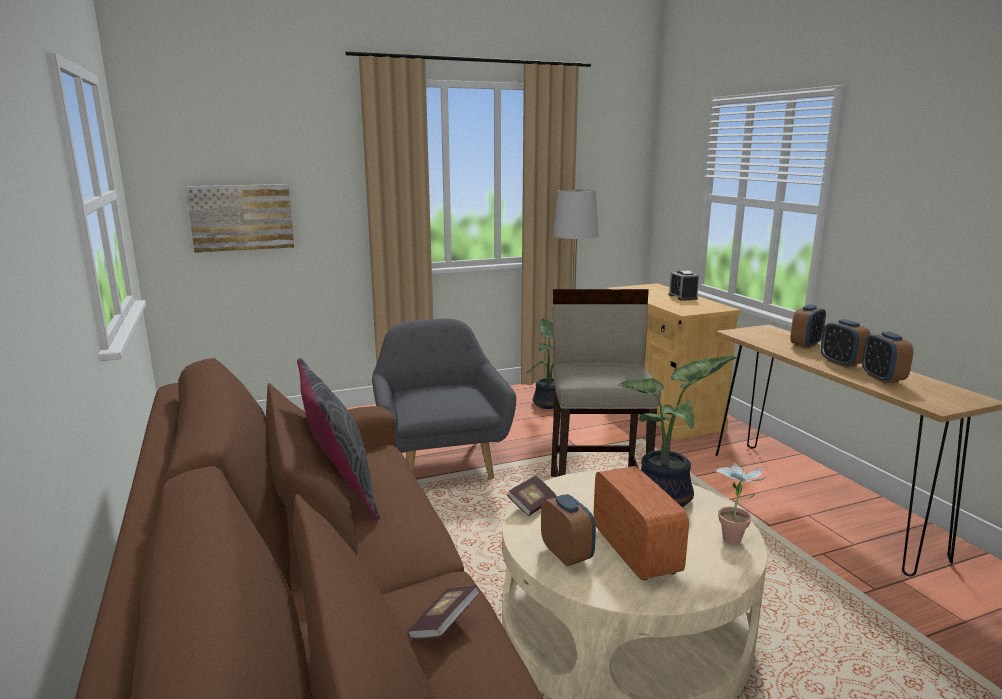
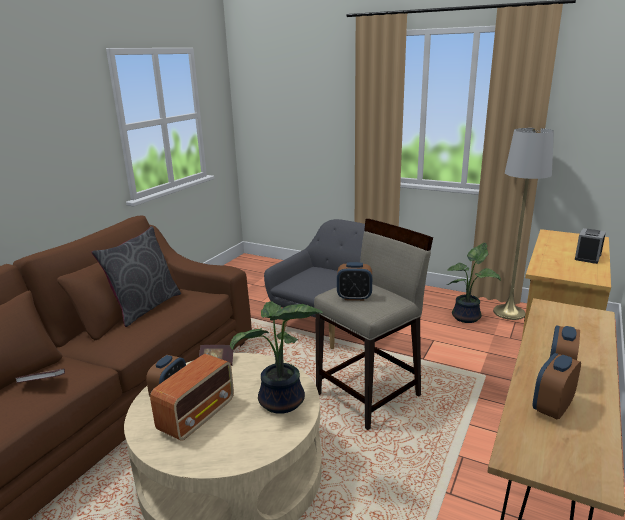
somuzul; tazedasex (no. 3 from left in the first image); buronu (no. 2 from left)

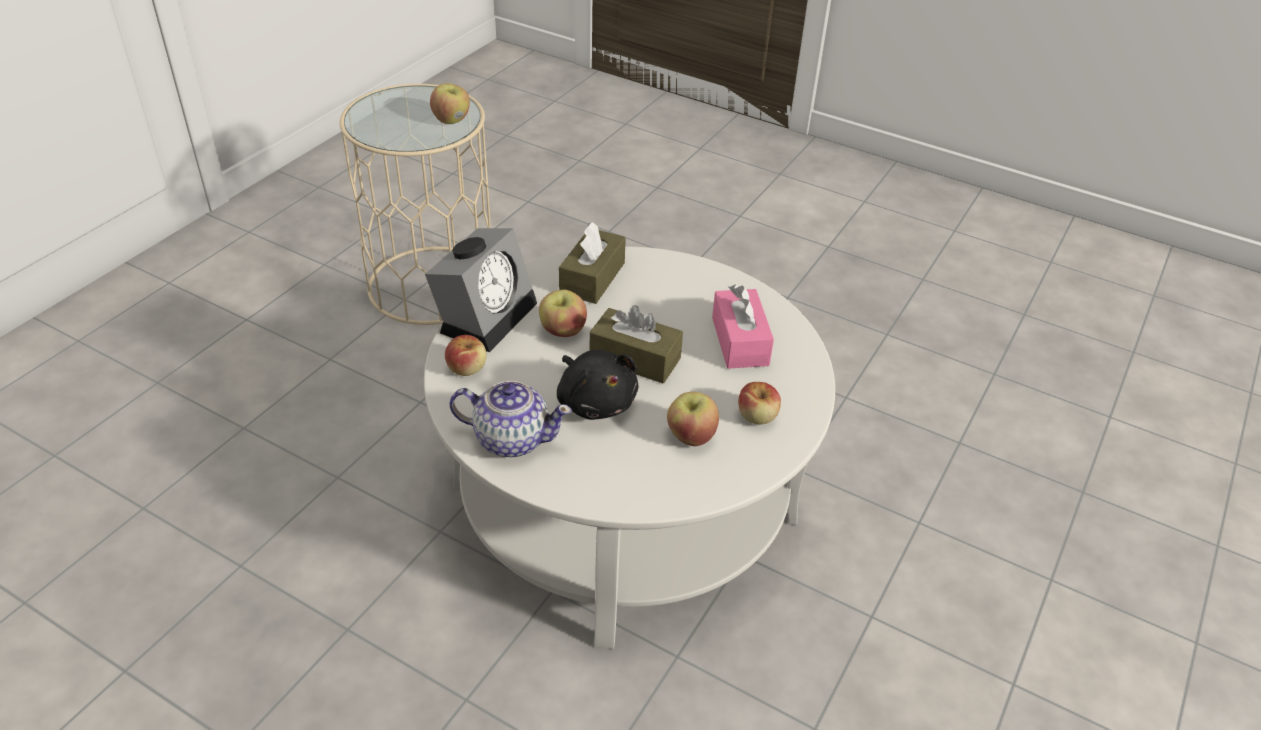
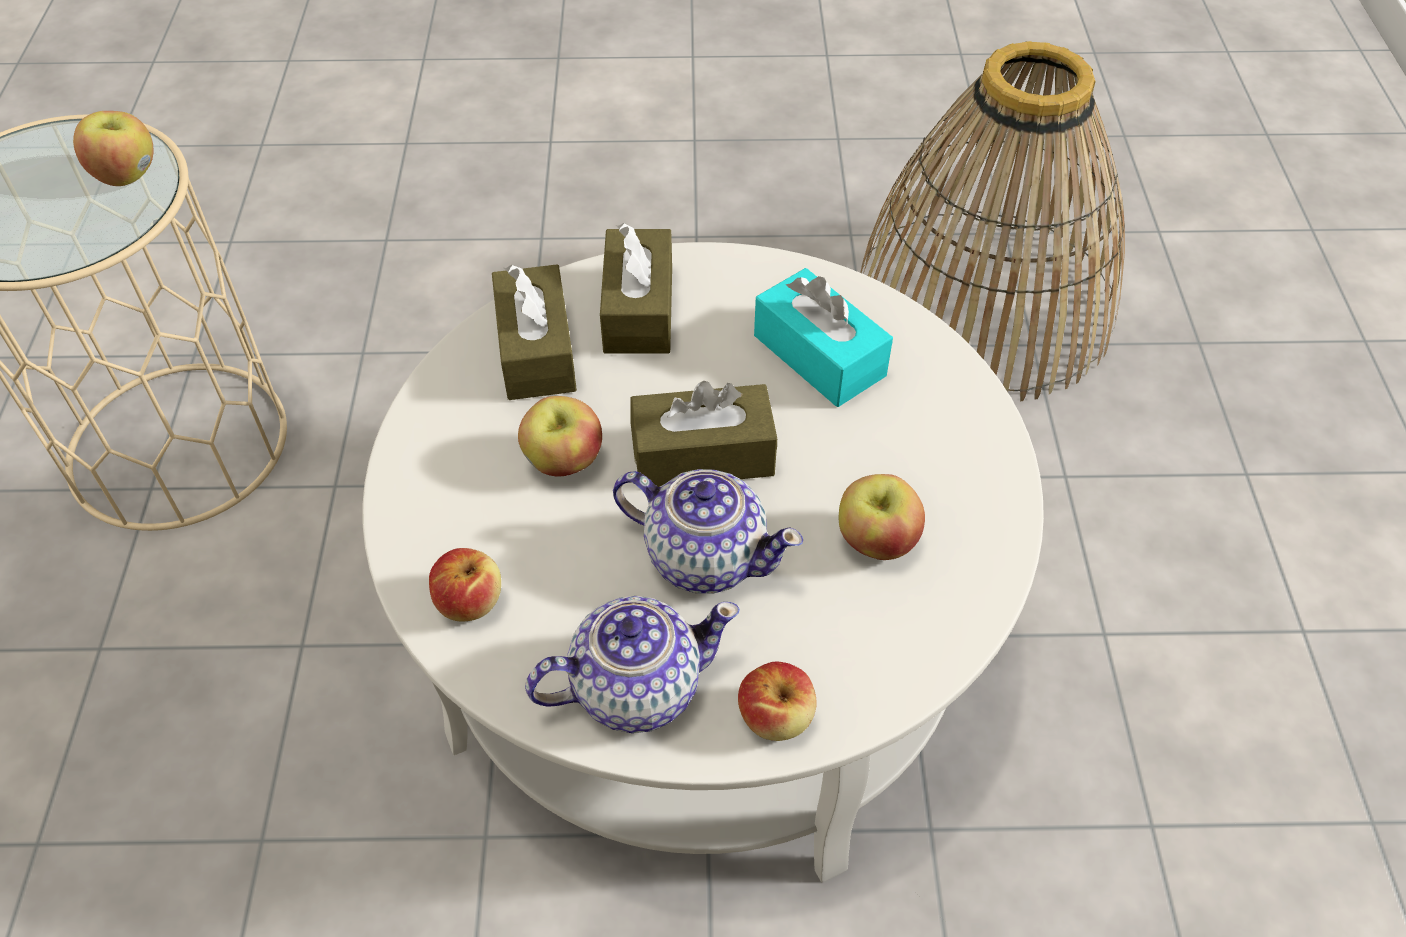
buronu; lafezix (no. 2 from left); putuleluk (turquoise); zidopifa (no. 4 from left); putuleluk (brown) (no. 2 from left); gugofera

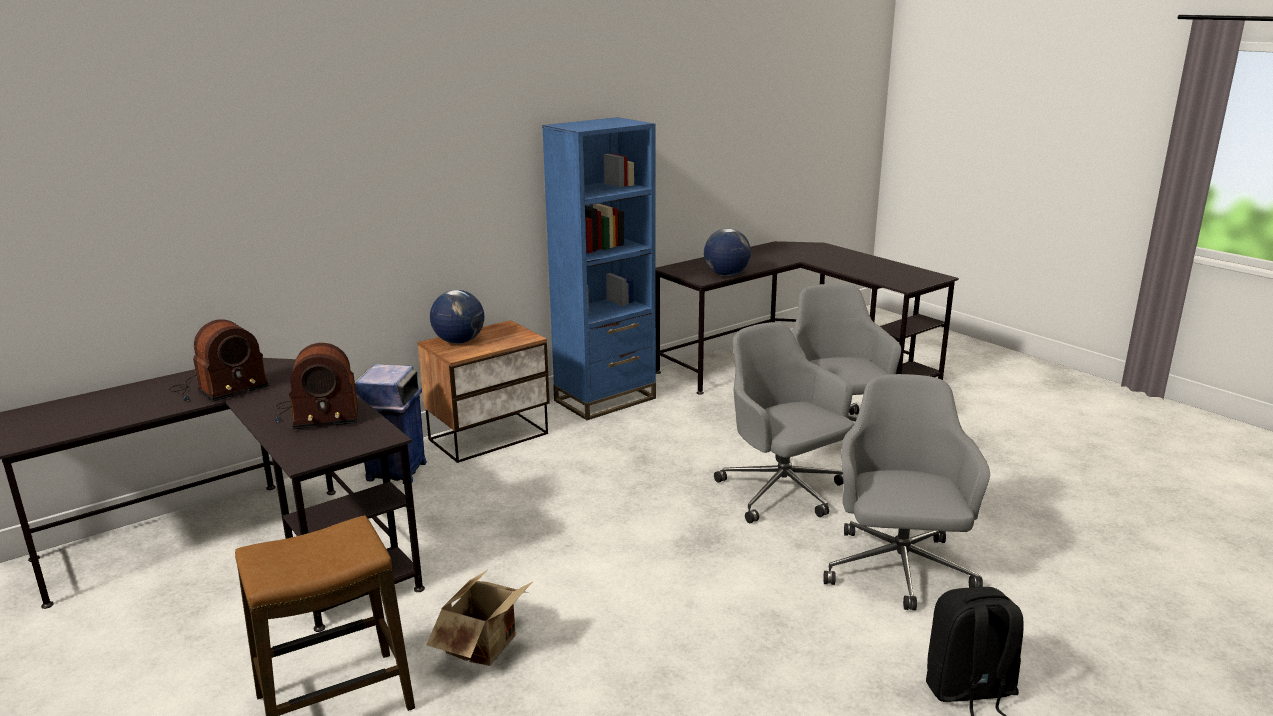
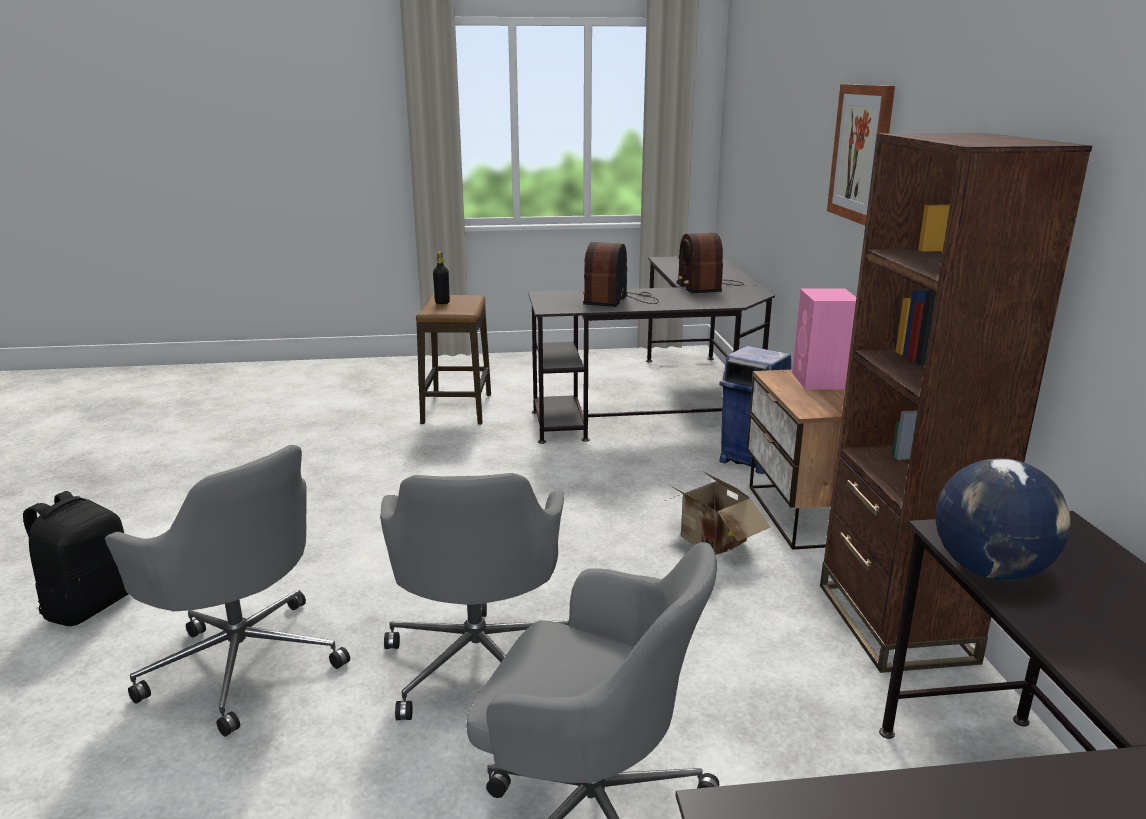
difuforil; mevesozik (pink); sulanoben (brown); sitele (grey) (no. 2 from left); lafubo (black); somuzul

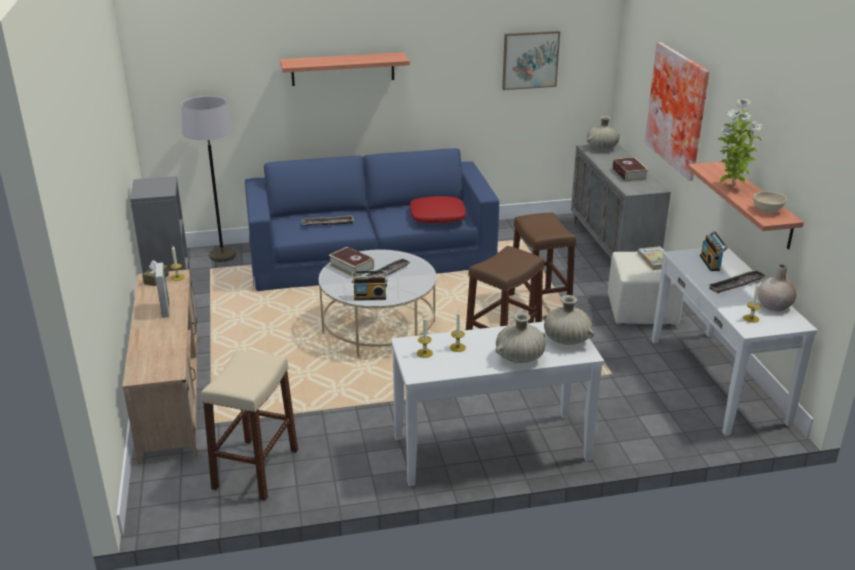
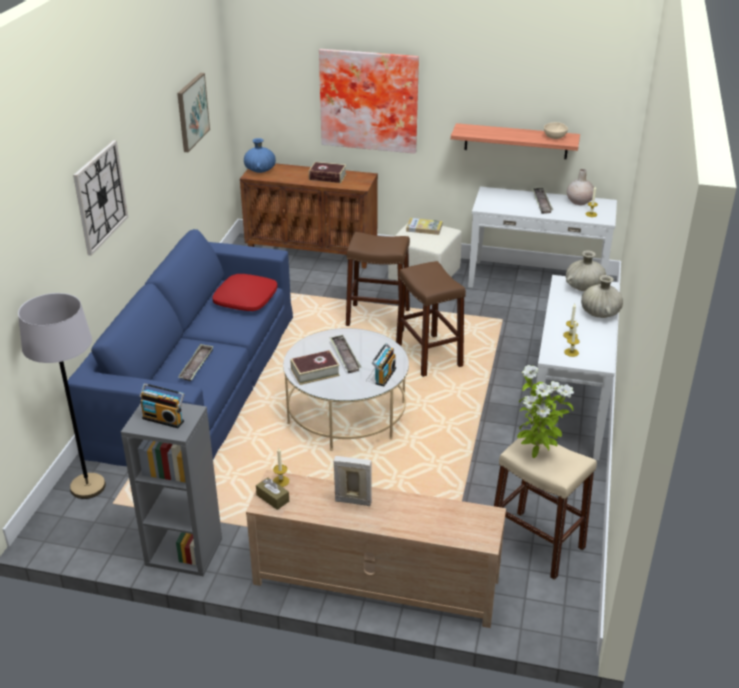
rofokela; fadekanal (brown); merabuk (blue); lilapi (no. 1 from left); tazedasex

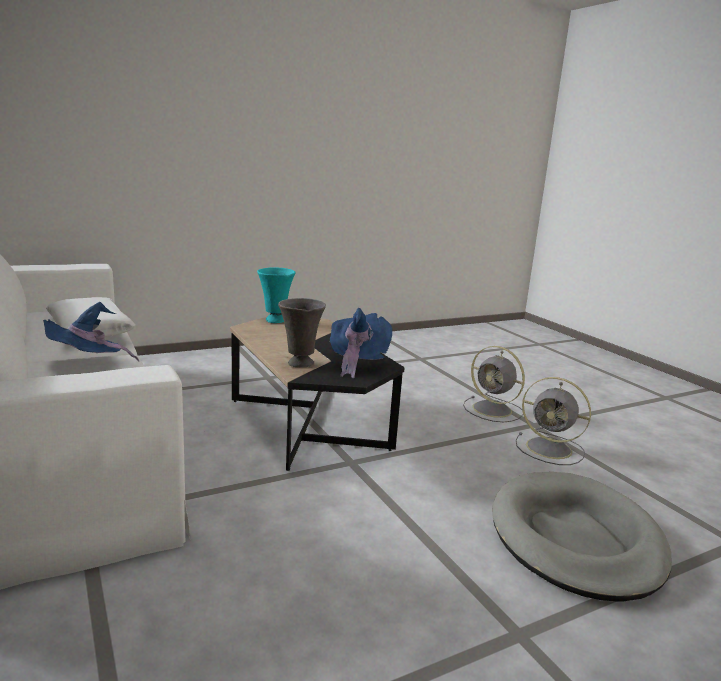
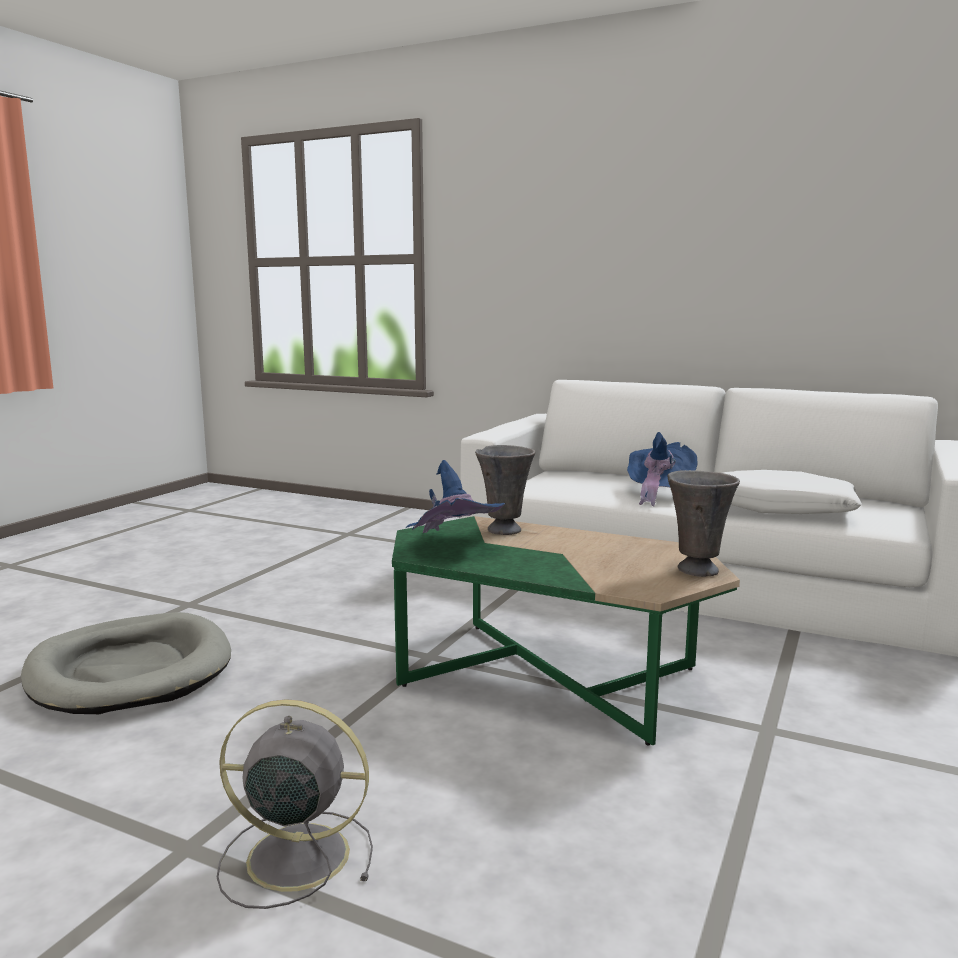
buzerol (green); merabuk (grey) (no. 2 from left); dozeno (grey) (no. 2 from left in the first image)

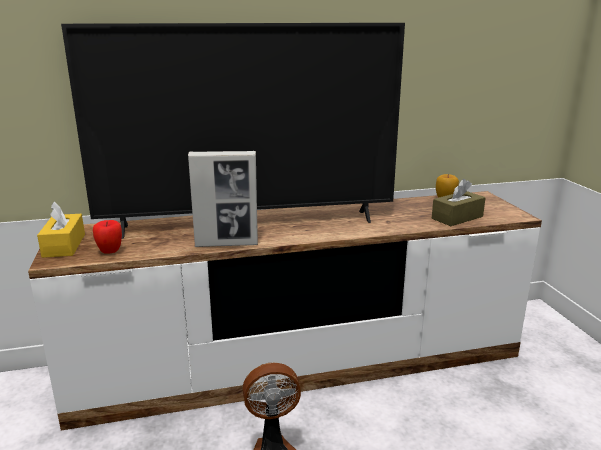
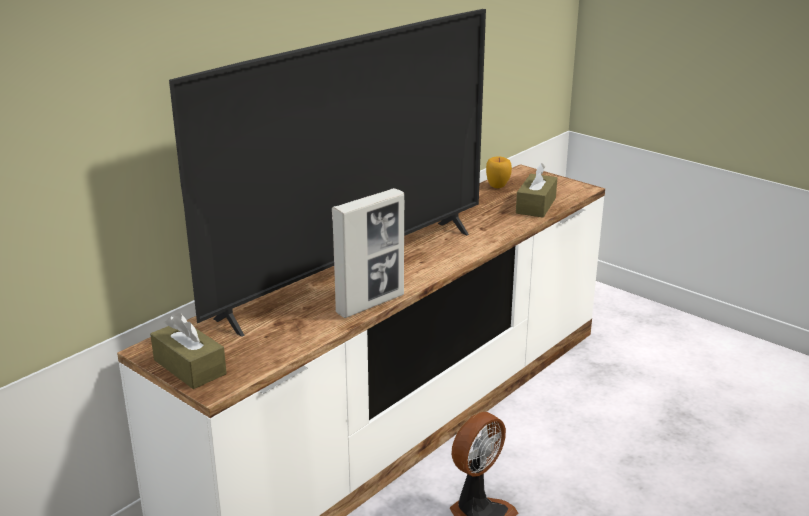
putuleluk (brown) (no. 1 from left); zidopifa (no. 1 from left in the first image)

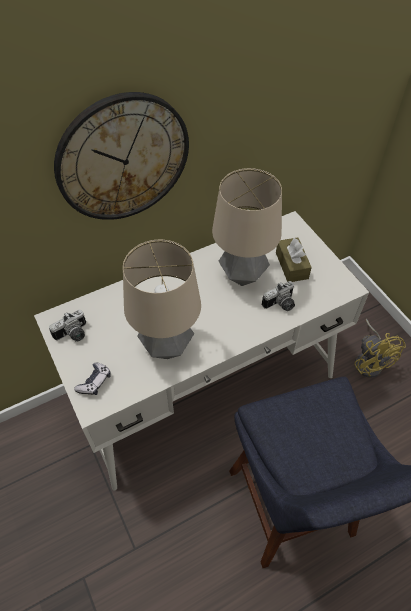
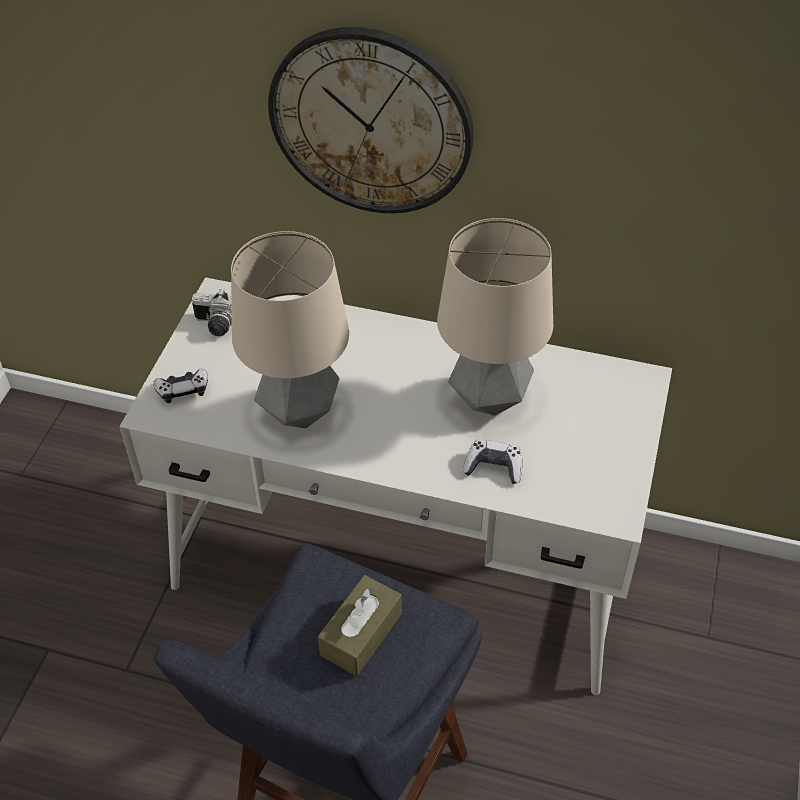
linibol (no. 2 from left); putuleluk (brown); dozeno (yellow)

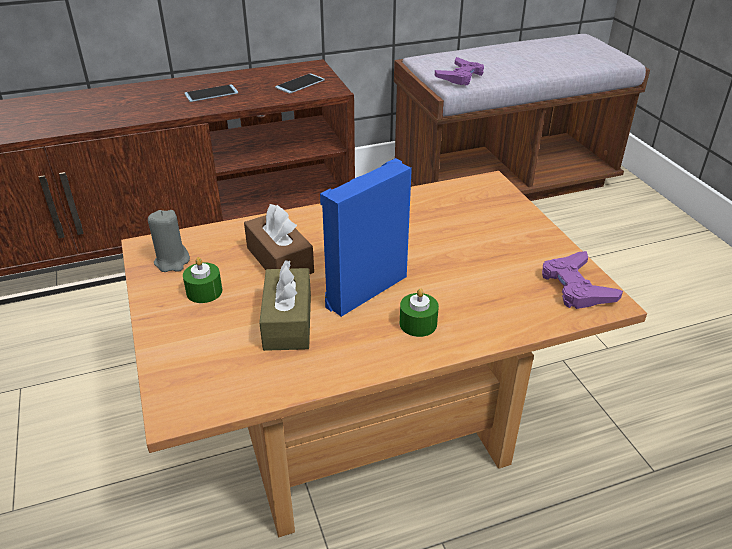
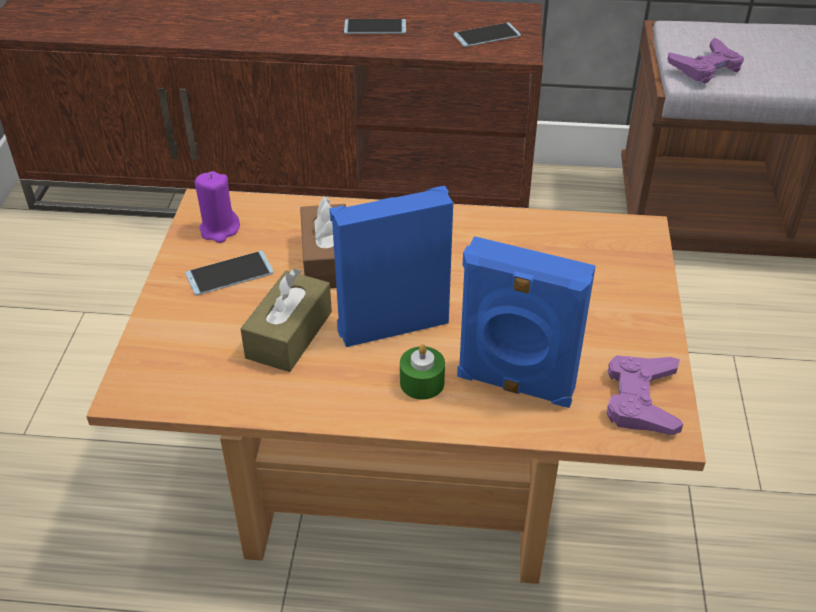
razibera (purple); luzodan (no. 1 from left); mevesozik (blue) (no. 2 from left)

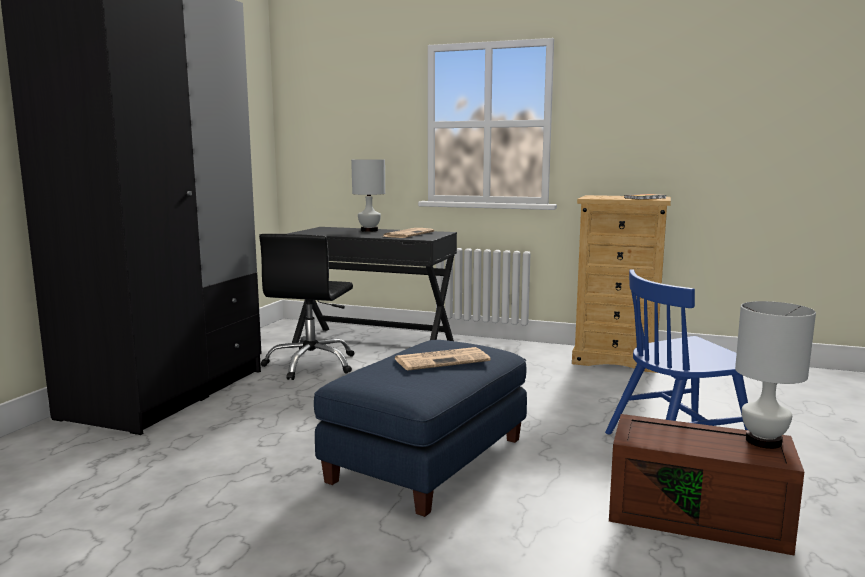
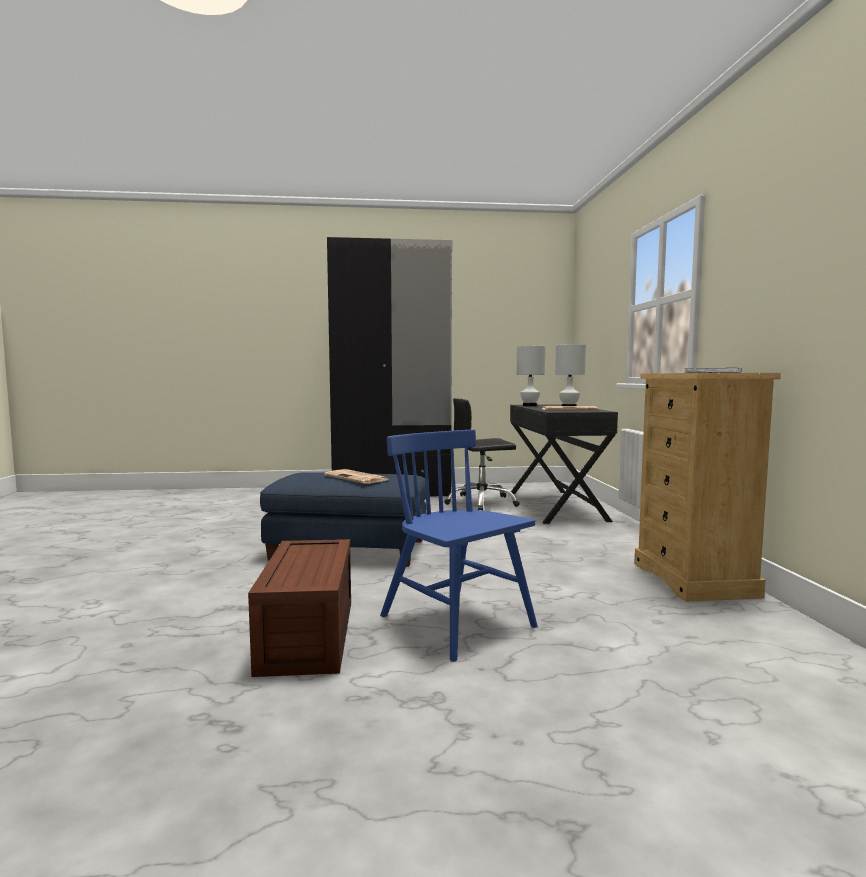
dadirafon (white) (no. 1 from left)

